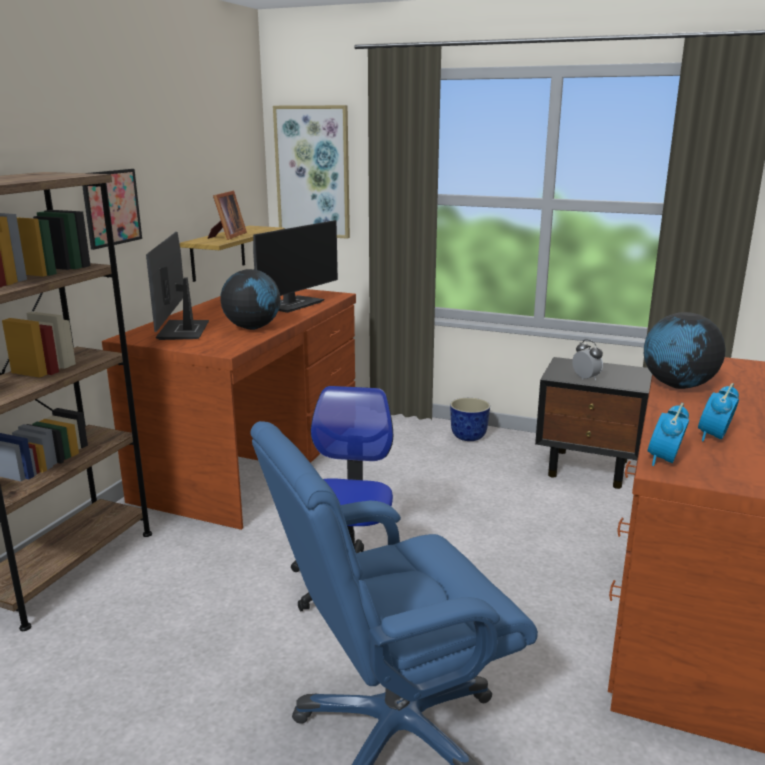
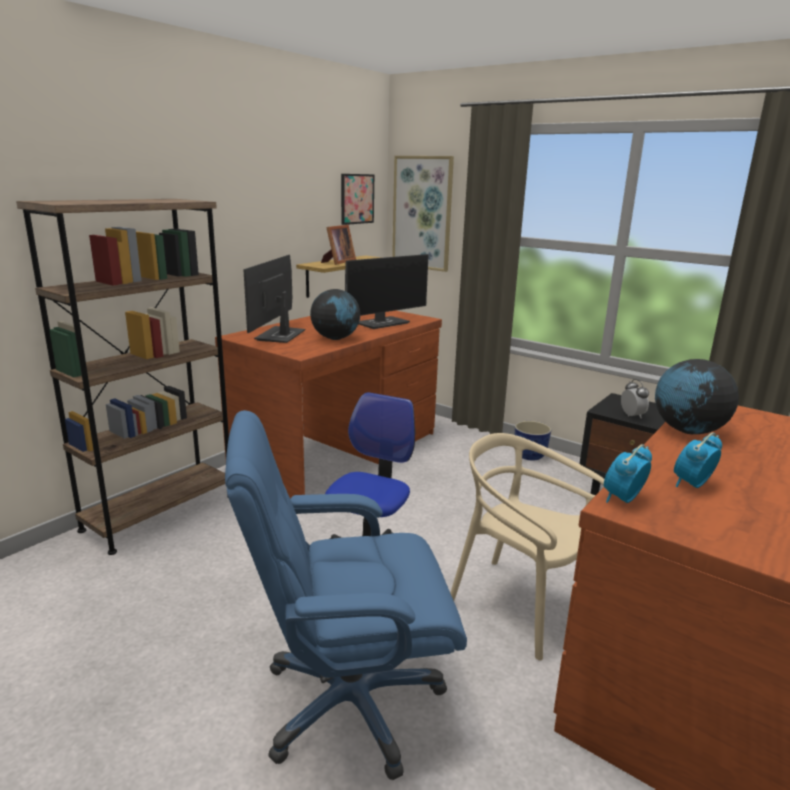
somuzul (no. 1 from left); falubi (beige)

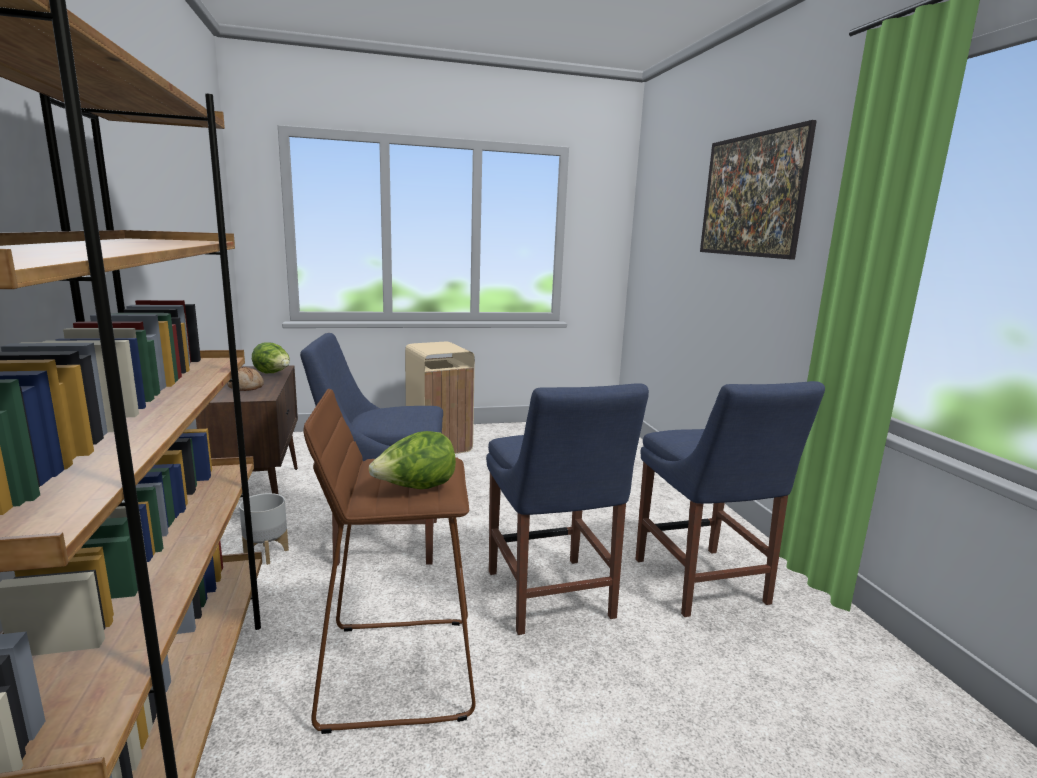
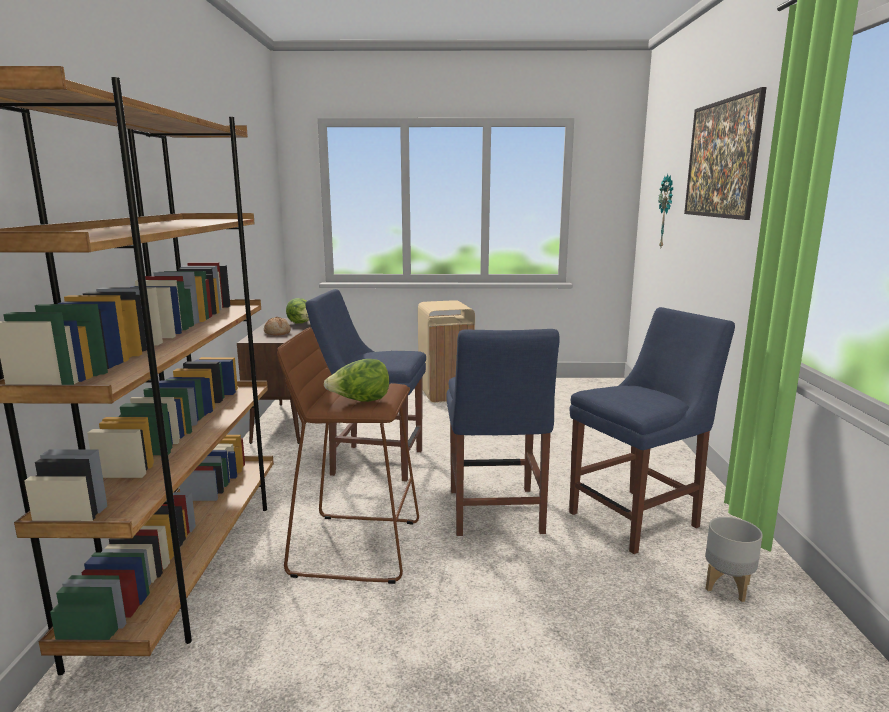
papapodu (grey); falubi (blue) (no. 3 from left); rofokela

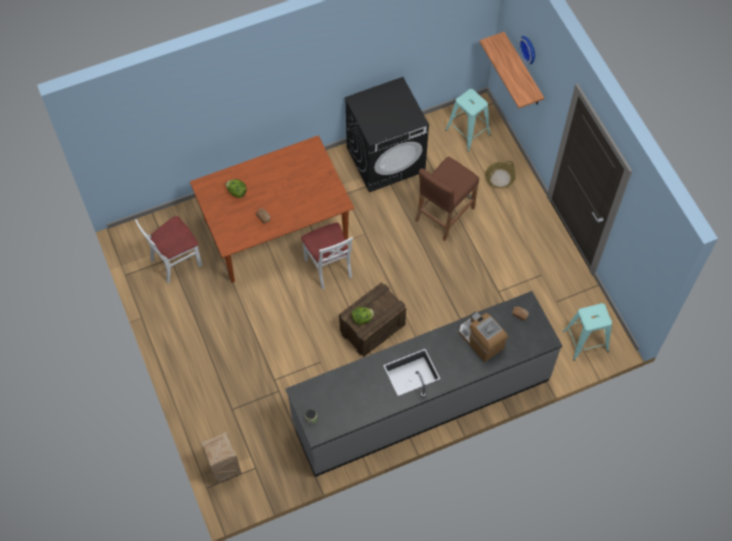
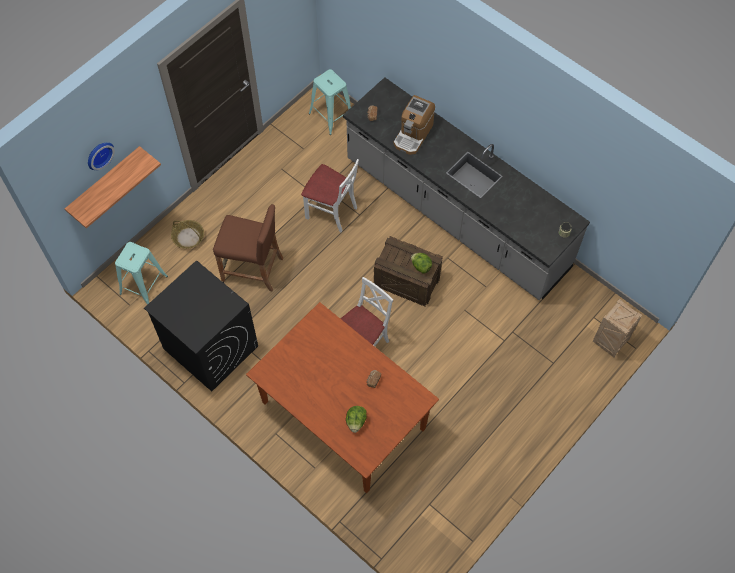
falubi (white) (no. 1 from left)

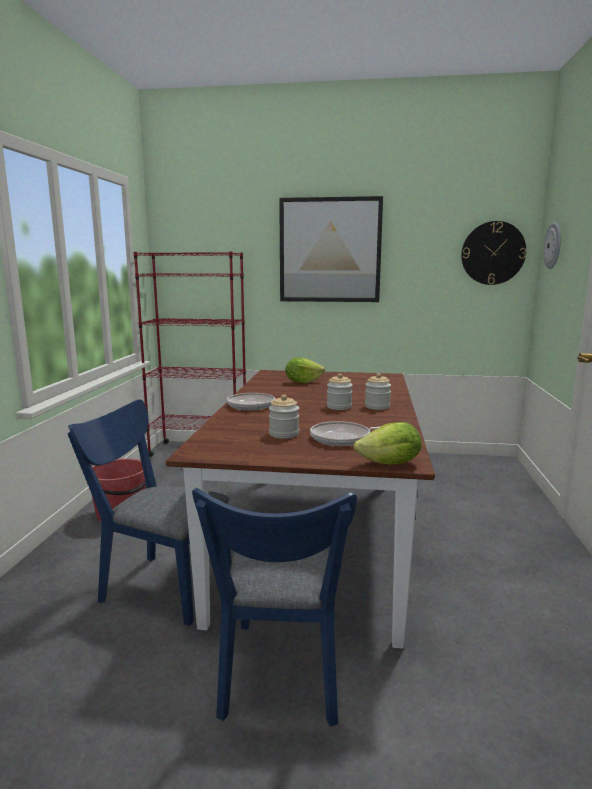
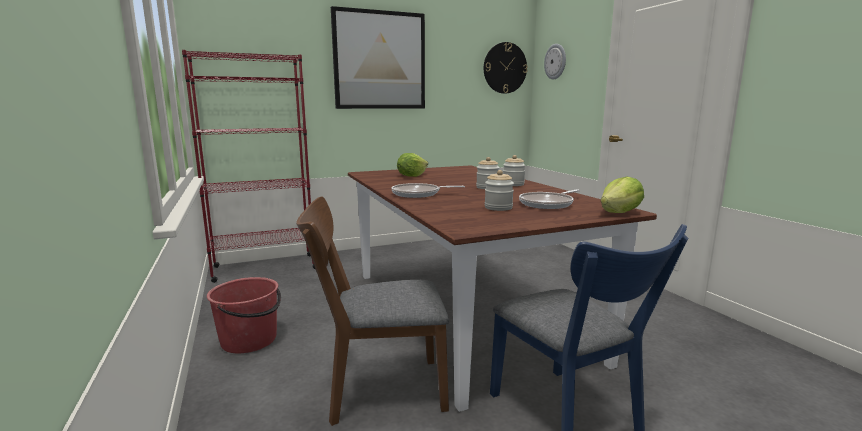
falubi (brown)

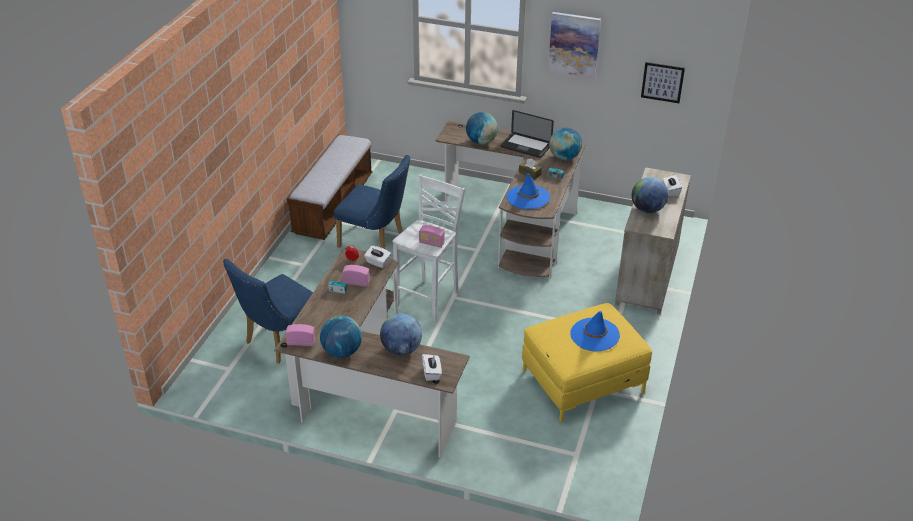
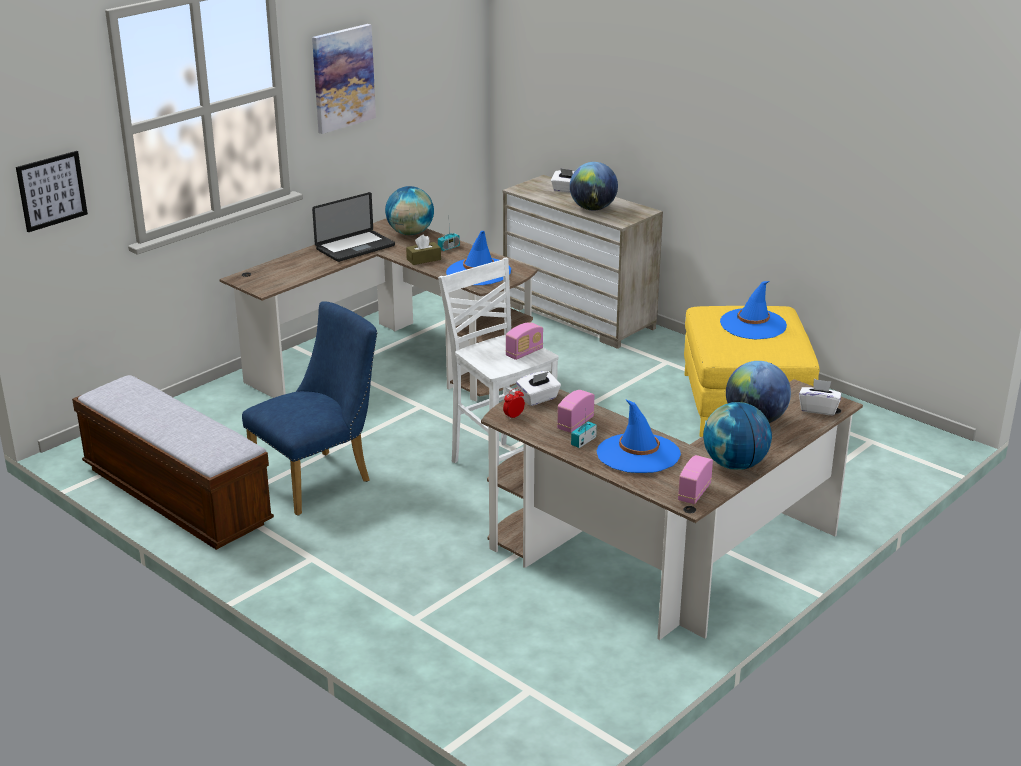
falubi (blue) (no. 1 from left in the first image); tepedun (no. 3 from left in the first image); somuzul (no. 1 from left); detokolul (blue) (no. 2 from left)

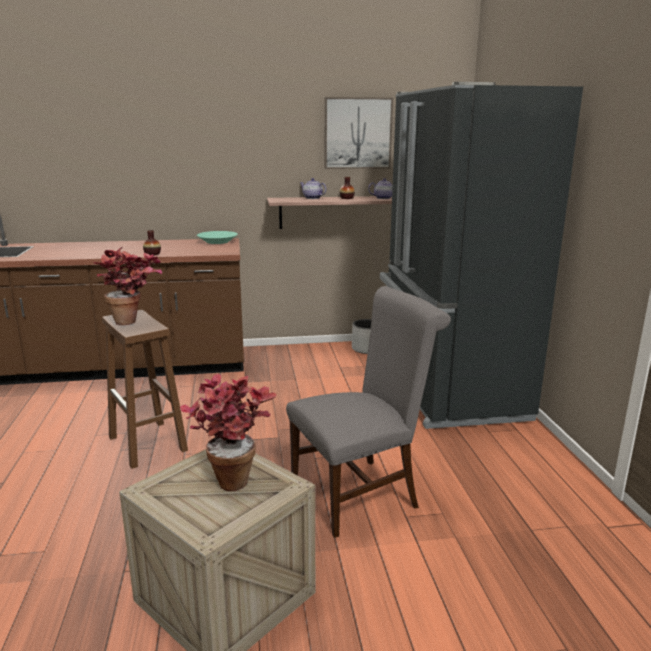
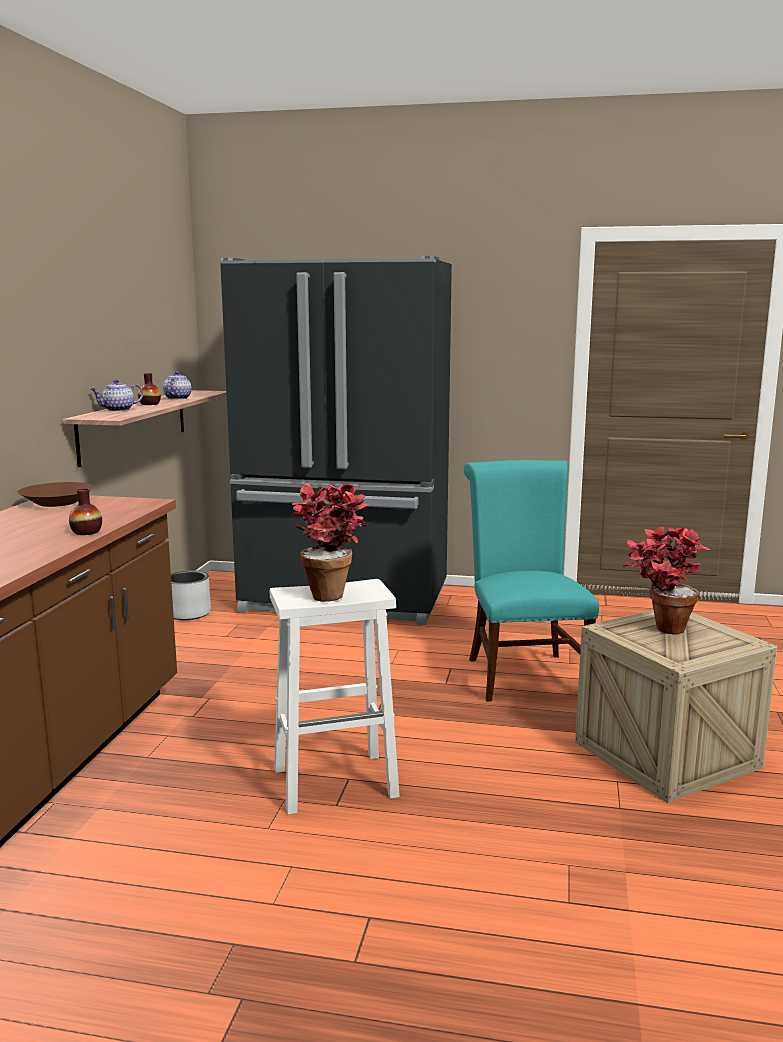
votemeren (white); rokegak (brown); falubi (turquoise); somuzul

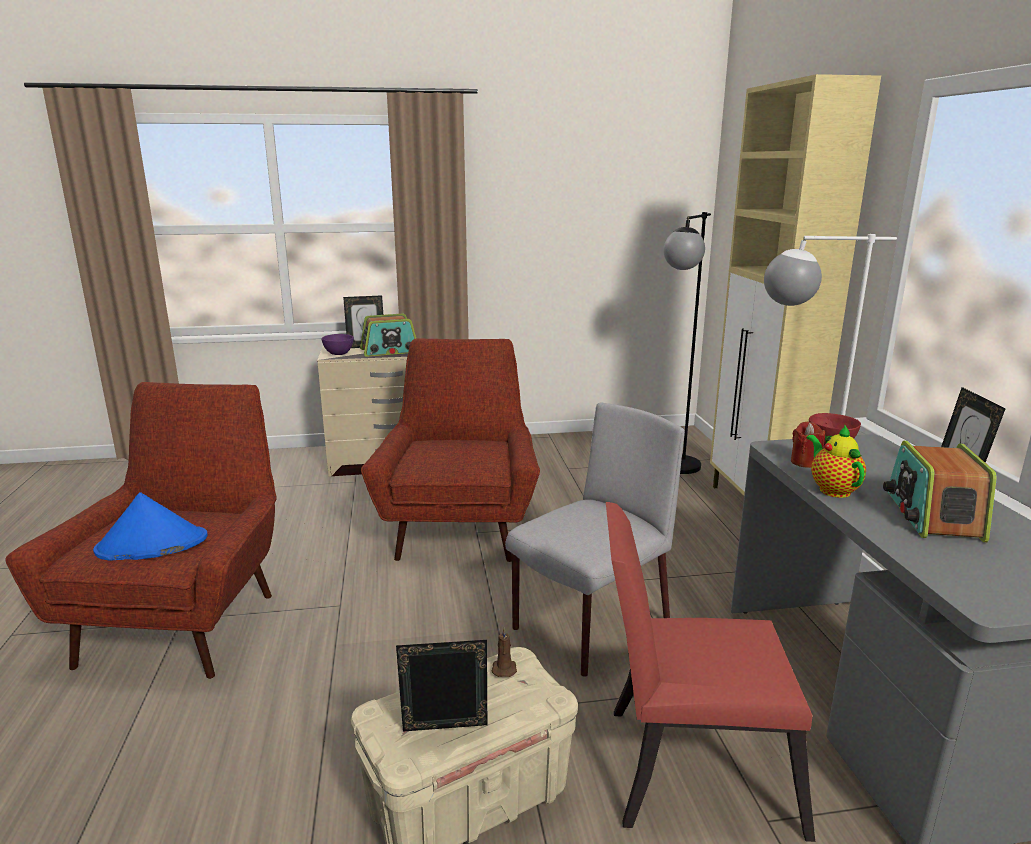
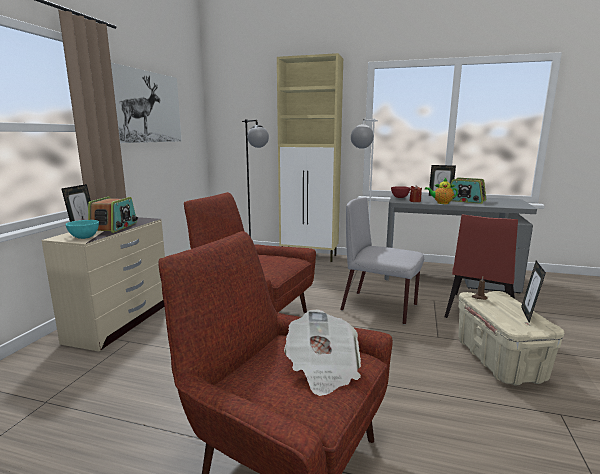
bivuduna; rokegak (turquoise); falubi (grey); somuzul

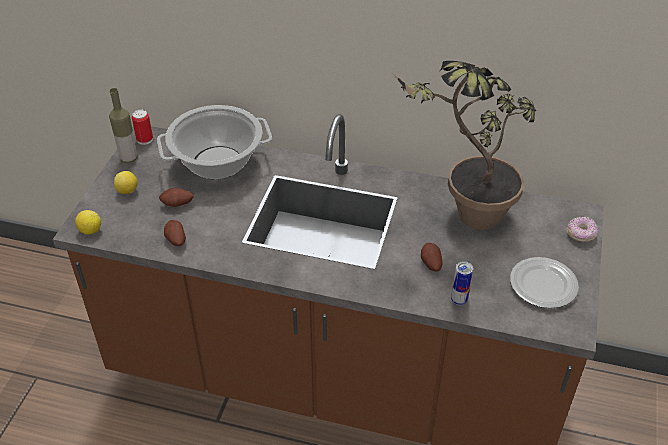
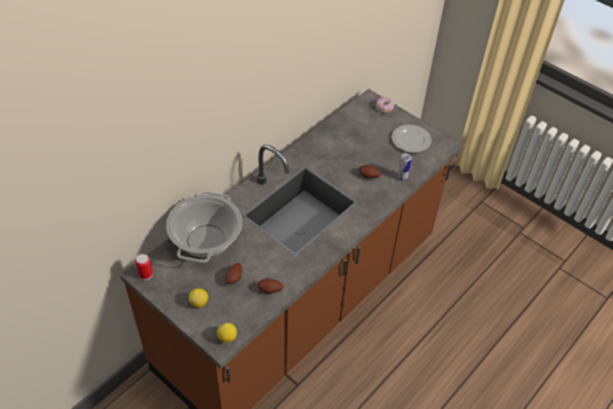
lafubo; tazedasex

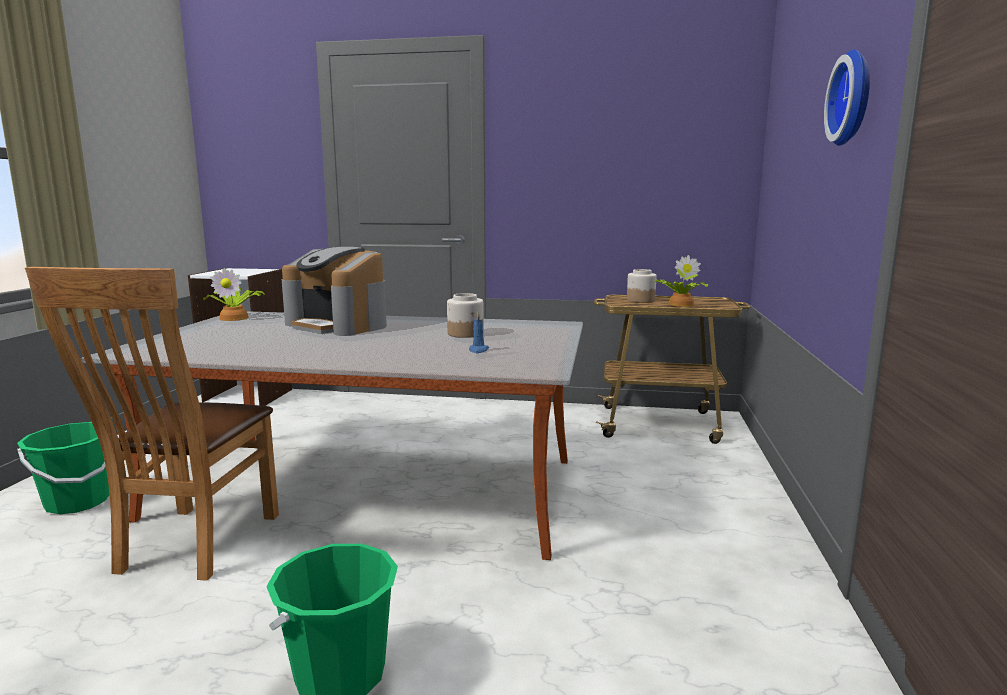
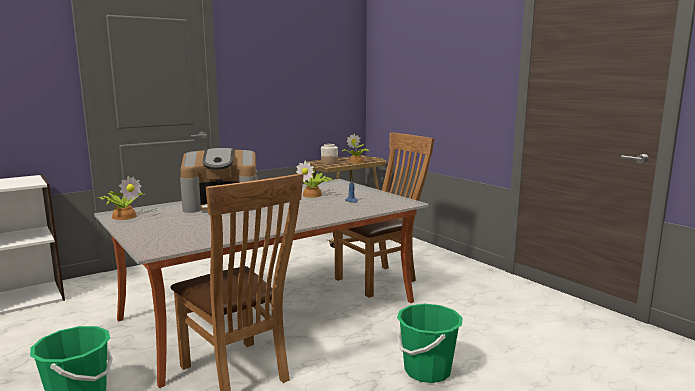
tazedasex (no. 2 from left); rofokela; falubi (brown) (no. 2 from left)

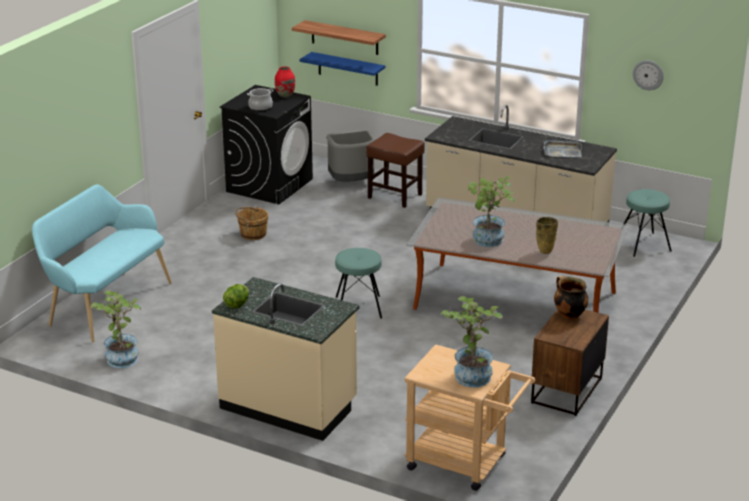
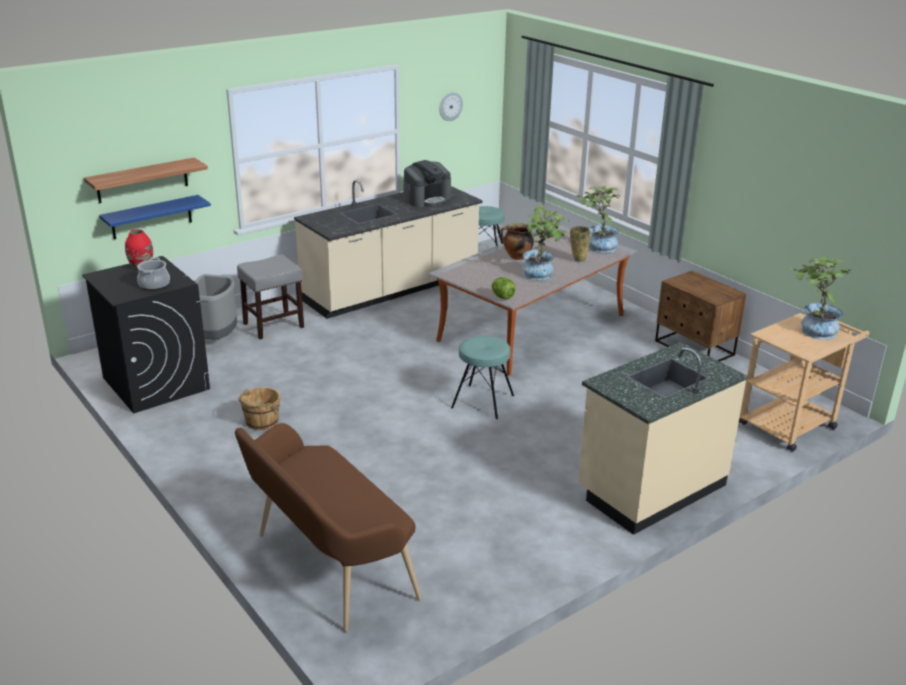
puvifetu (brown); tazedasex (no. 2 from left); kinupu; votemeren (grey); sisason; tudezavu (no. 2 from left)

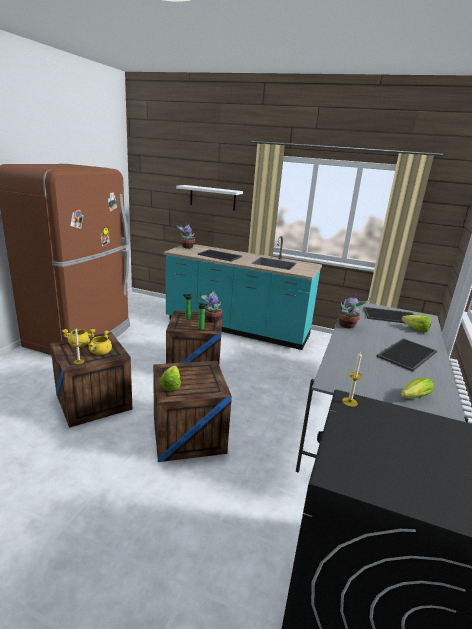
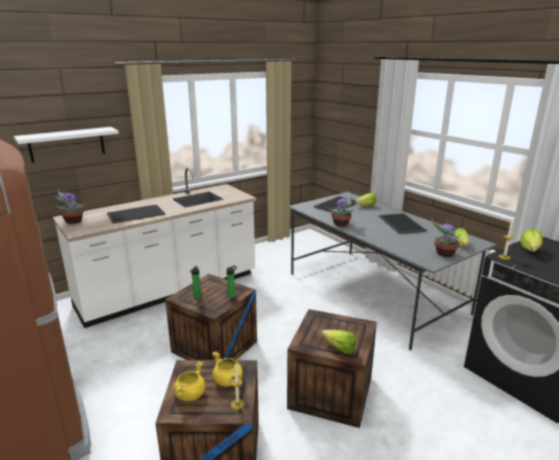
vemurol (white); tazedasex (no. 3 from left); kinupu (no. 4 from left)

